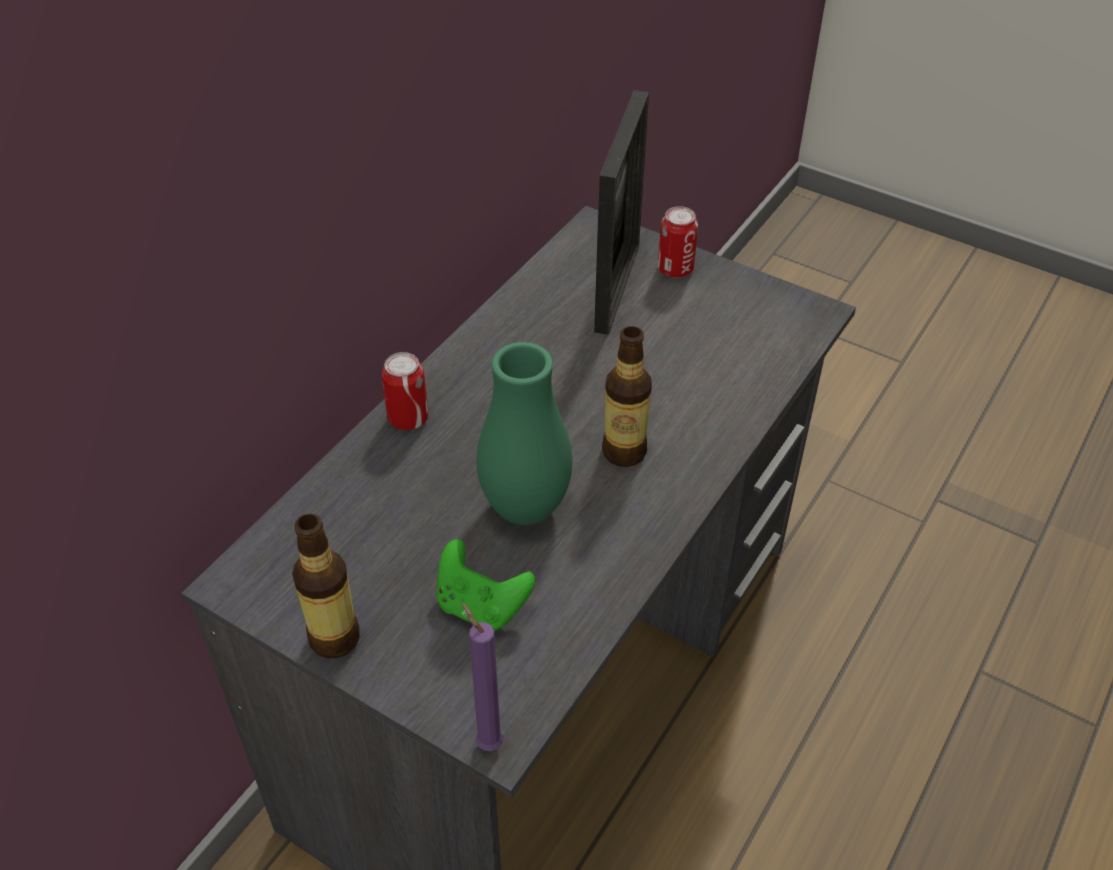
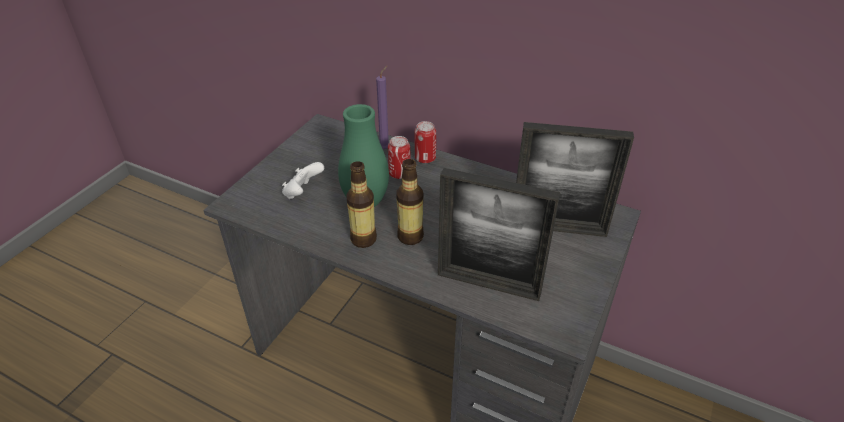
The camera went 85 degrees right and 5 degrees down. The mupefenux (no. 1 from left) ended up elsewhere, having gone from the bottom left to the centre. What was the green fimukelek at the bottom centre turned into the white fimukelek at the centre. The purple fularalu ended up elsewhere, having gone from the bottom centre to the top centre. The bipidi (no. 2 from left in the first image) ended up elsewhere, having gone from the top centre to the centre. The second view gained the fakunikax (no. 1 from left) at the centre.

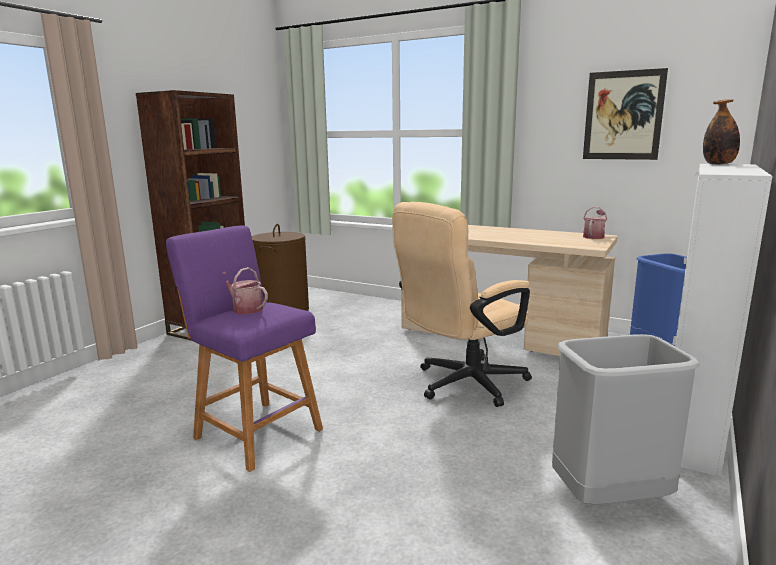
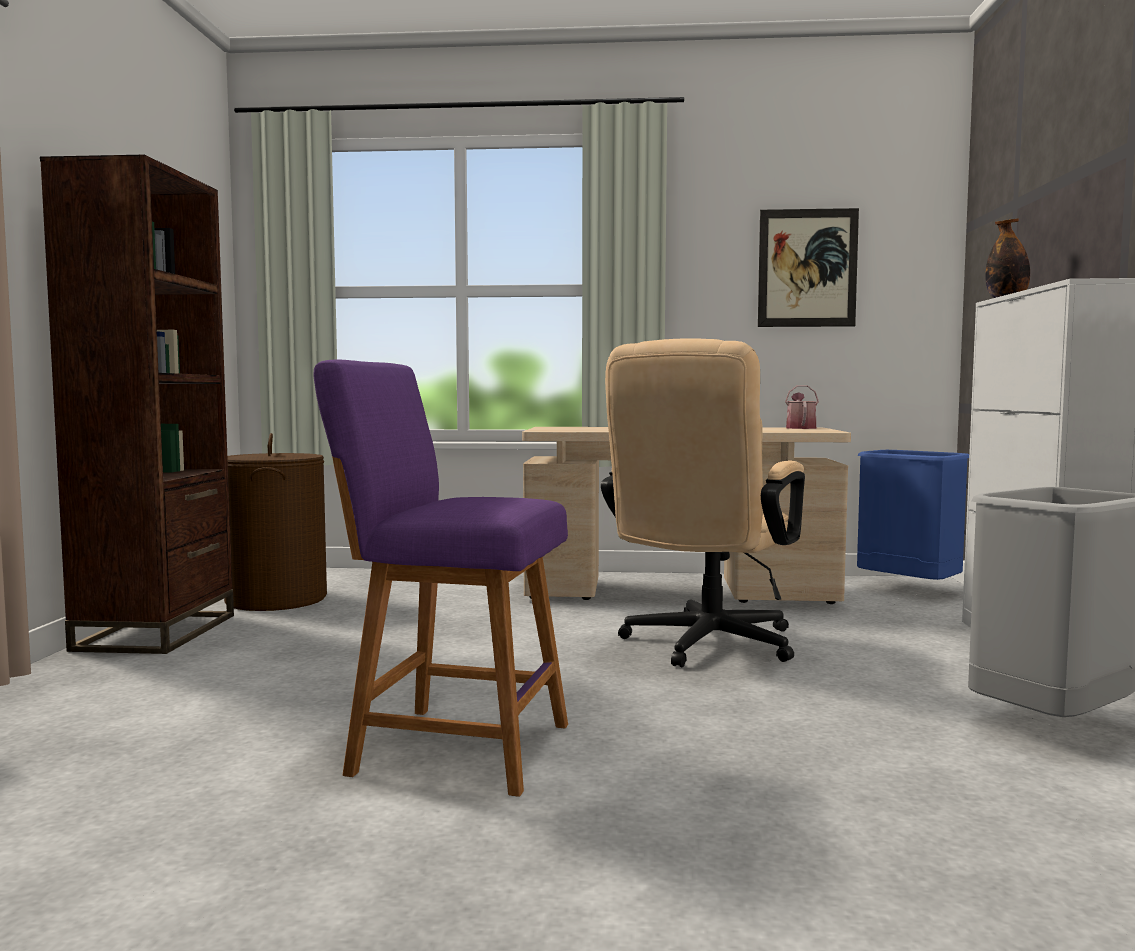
The camera went 25 degrees left and 10 degrees down. The second view lost the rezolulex (no. 1 from left) at the middle left.

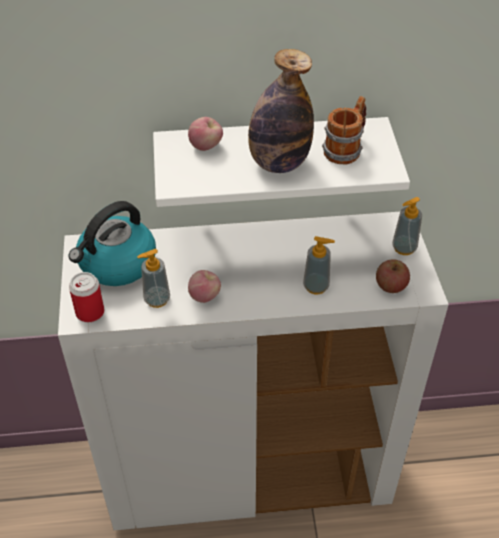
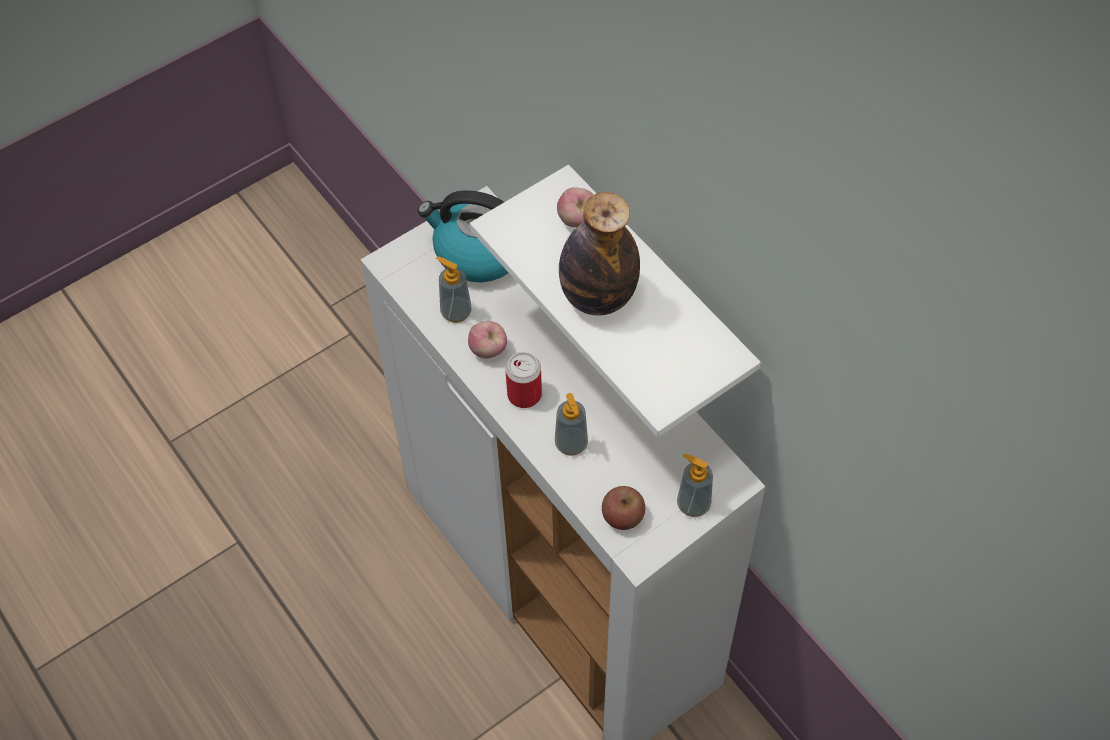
The camera went 60 degrees right and 10 degrees up. The bipidi ended up elsewhere, having gone from the middle left to the centre. The second view lost the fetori at the top right.

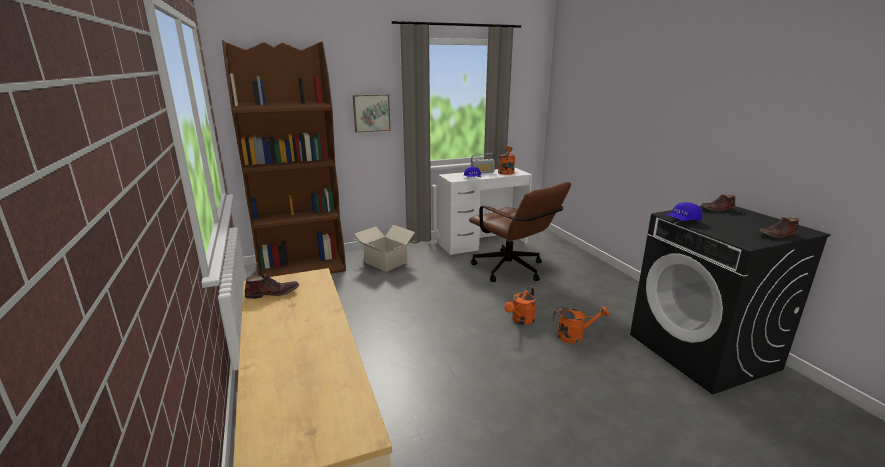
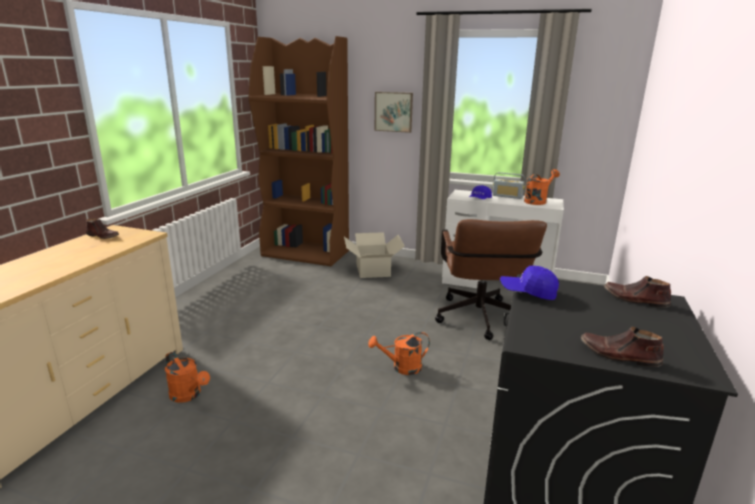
The camera went 40 degrees right and 0 degrees up. The orange rezolulex (no. 3 from left in the first image) ended up elsewhere, having gone from the bottom centre to the bottom left.

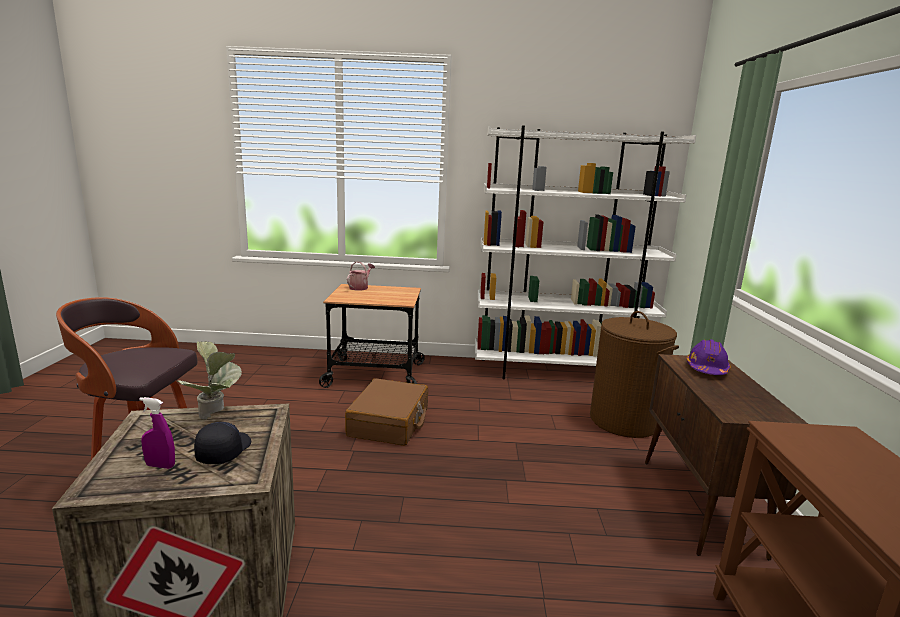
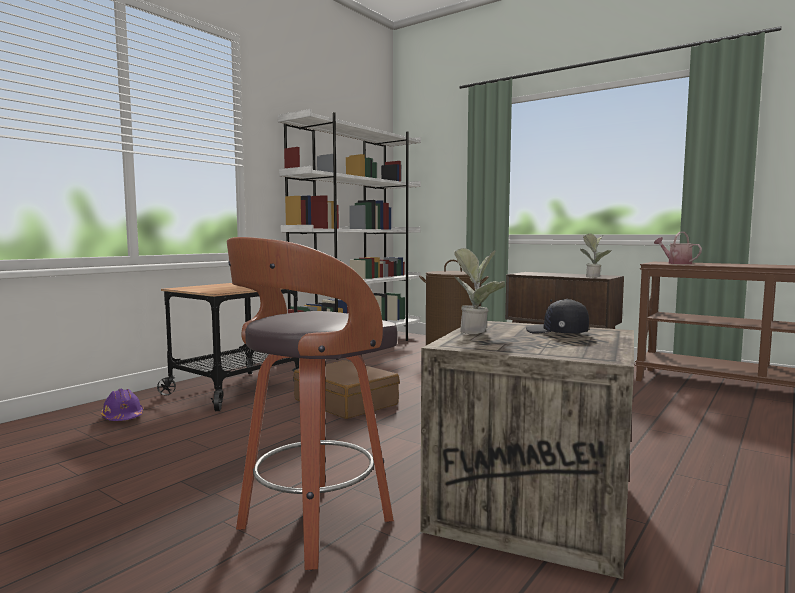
The camera went 55 degrees left and 10 degrees down. The second view lost the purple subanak at the bottom left. The rezolulex ended up elsewhere, having gone from the centre to the middle right. The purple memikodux ended up elsewhere, having gone from the middle right to the bottom left. The second view gained the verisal (no. 2 from left) at the middle right.

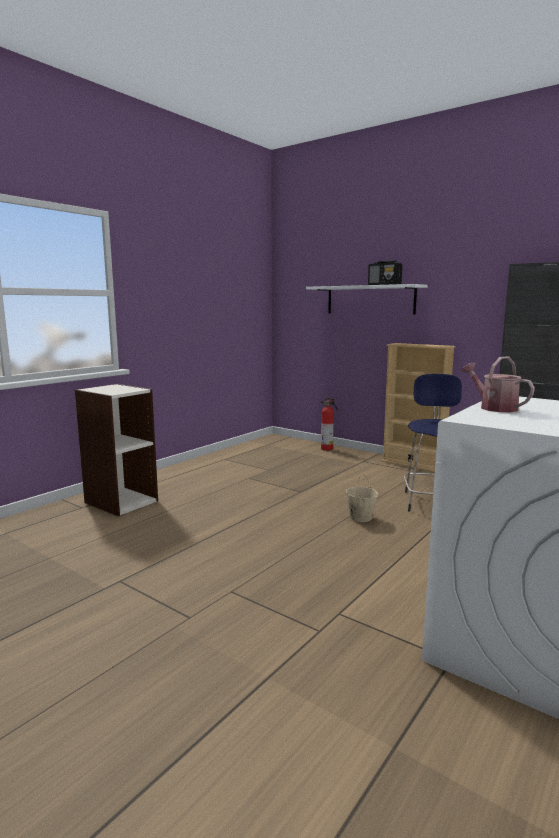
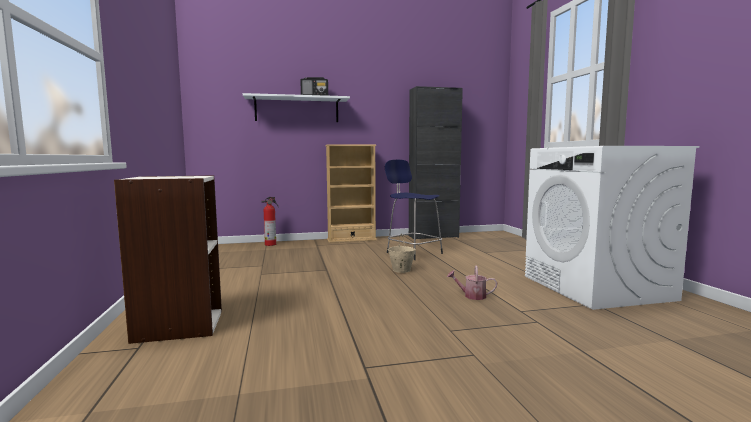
The camera went 50 degrees left and 5 degrees down. The rezolulex ended up elsewhere, having gone from the middle right to the bottom centre.

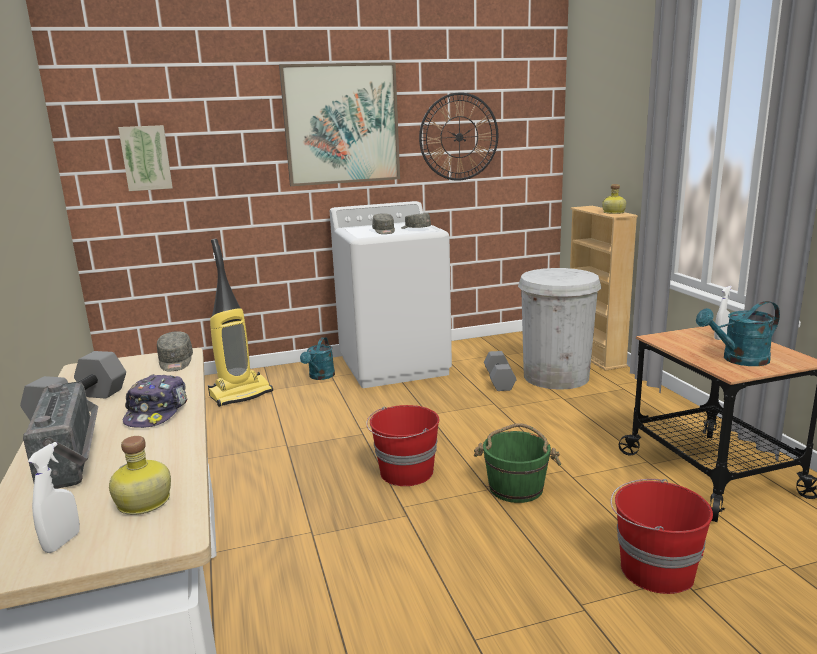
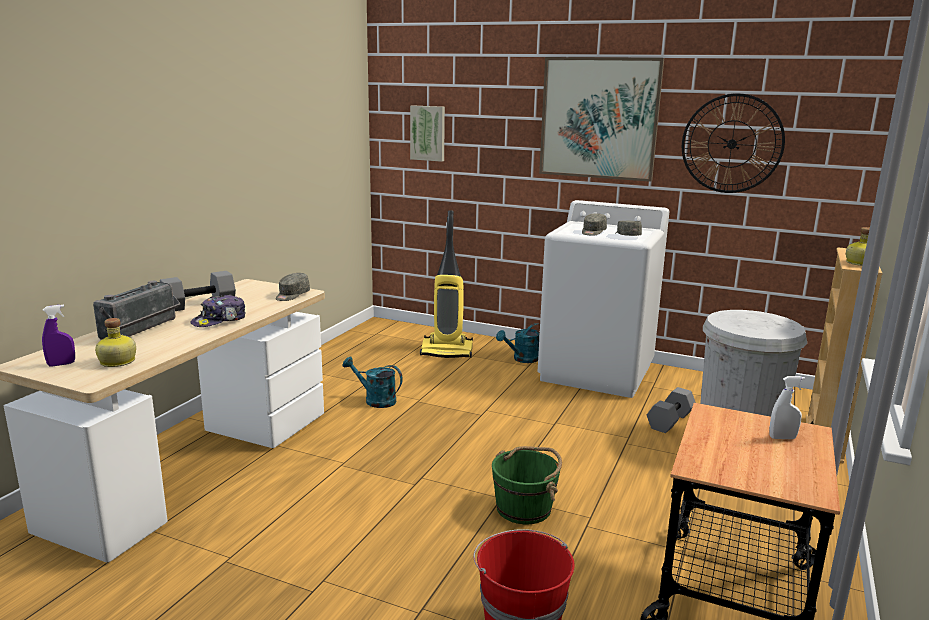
The camera went 40 degrees right and 0 degrees up. What was the white subanak (no. 1 from left) at the bottom left turned into the purple subanak at the middle left. The second view lost the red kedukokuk (no. 1 from left) at the bottom centre. The turquoise rezolulex (no. 2 from left in the first image) ended up elsewhere, having gone from the middle right to the centre.

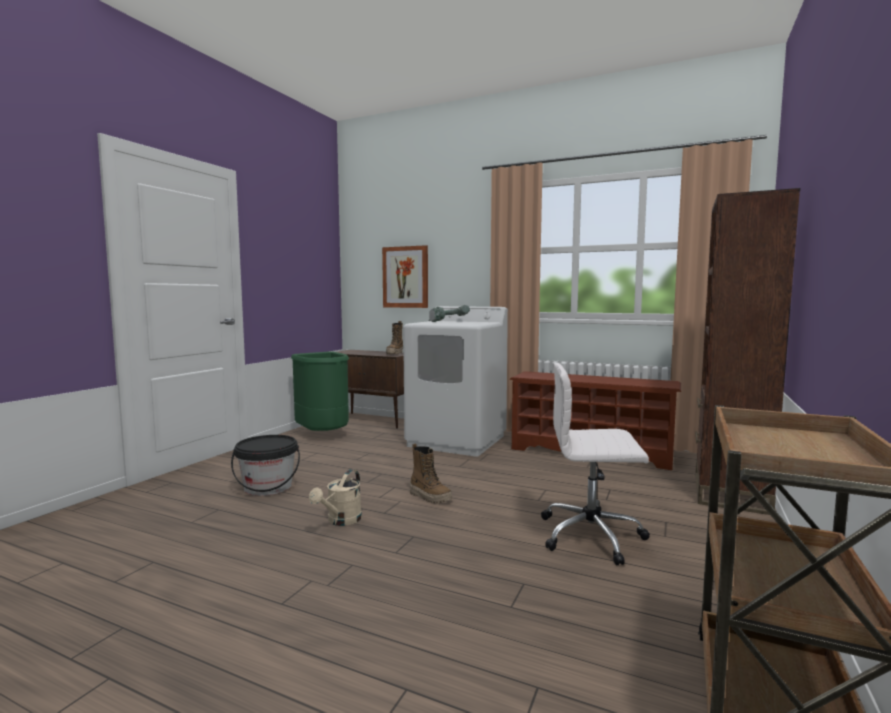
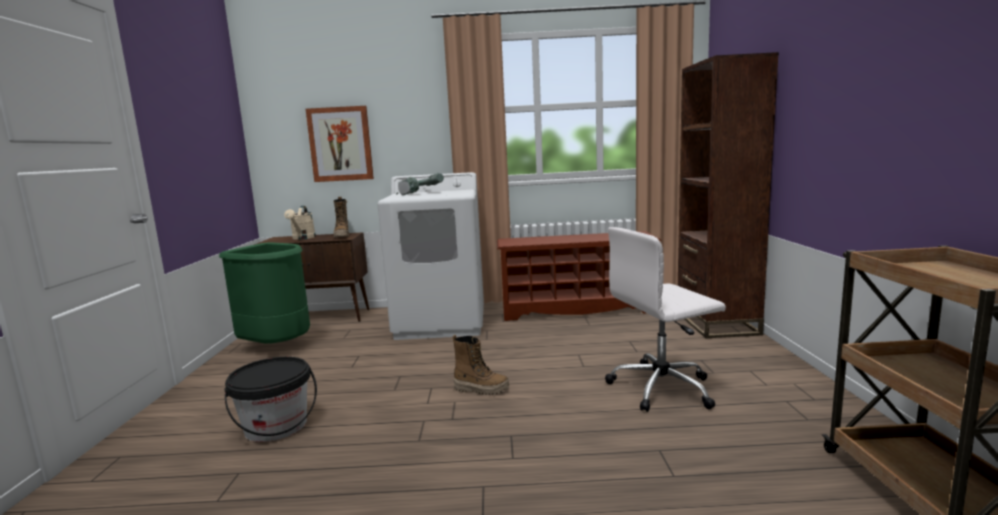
The camera went 25 degrees left and 5 degrees up. The beige rezolulex ended up elsewhere, having gone from the bottom centre to the middle left.

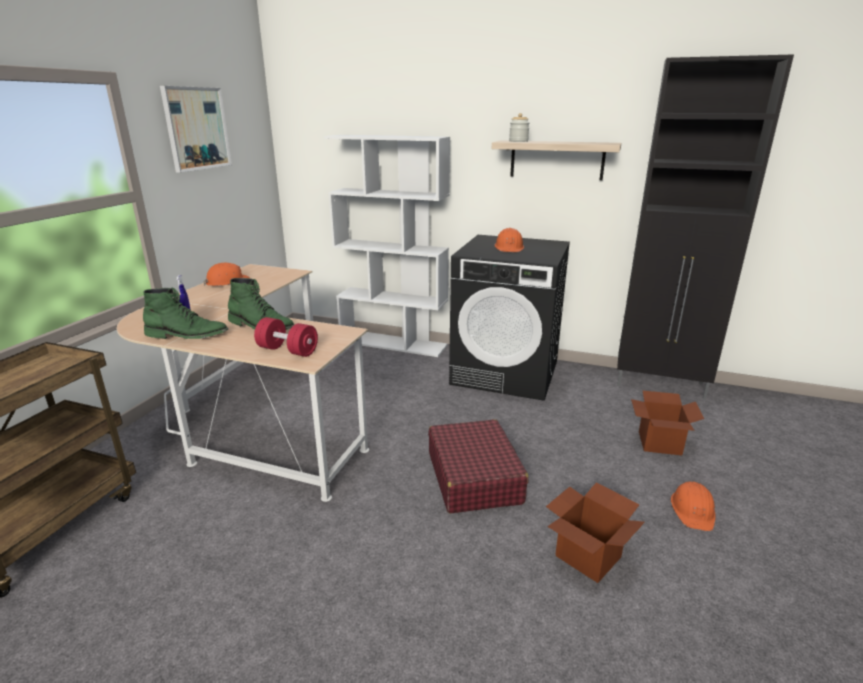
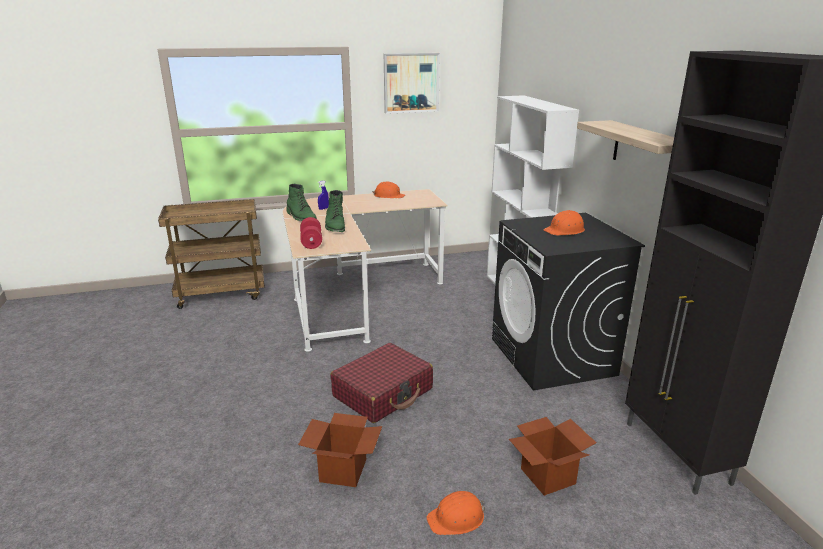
The camera went 55 degrees right and 0 degrees up. The second view lost the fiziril at the top centre.

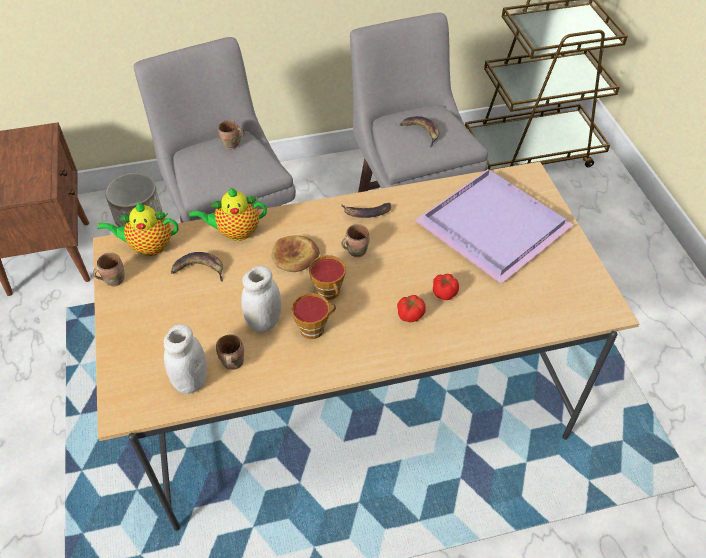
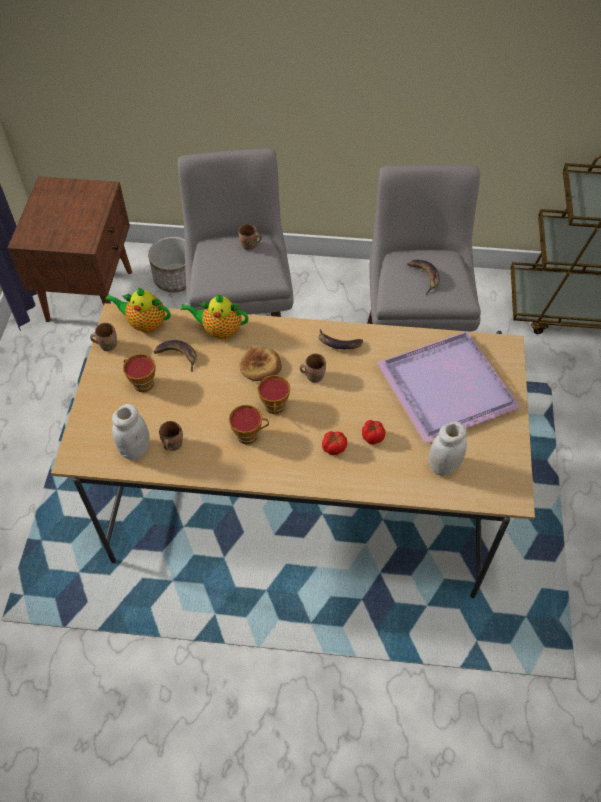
The camera went 20 degrees right and 5 degrees up. The white fiziril (no. 2 from left) ended up elsewhere, having gone from the centre to the middle right. The second view gained the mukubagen (no. 1 from left) at the middle left.

